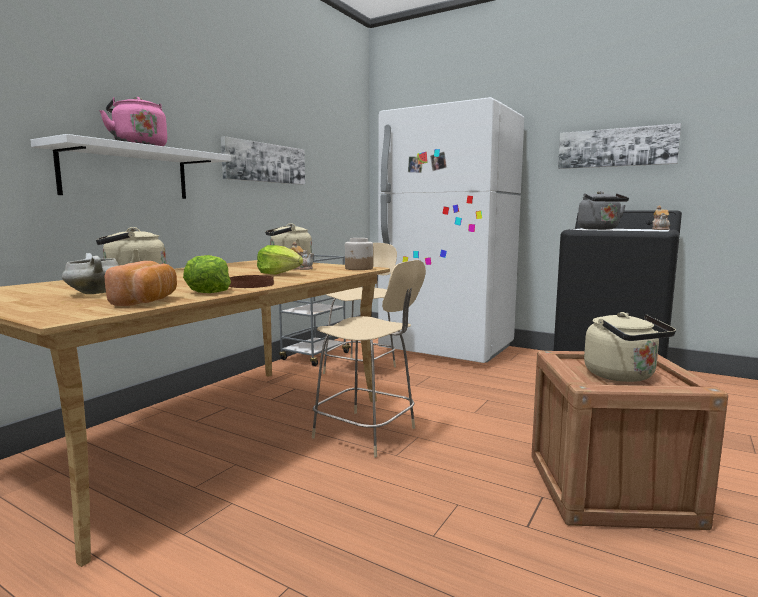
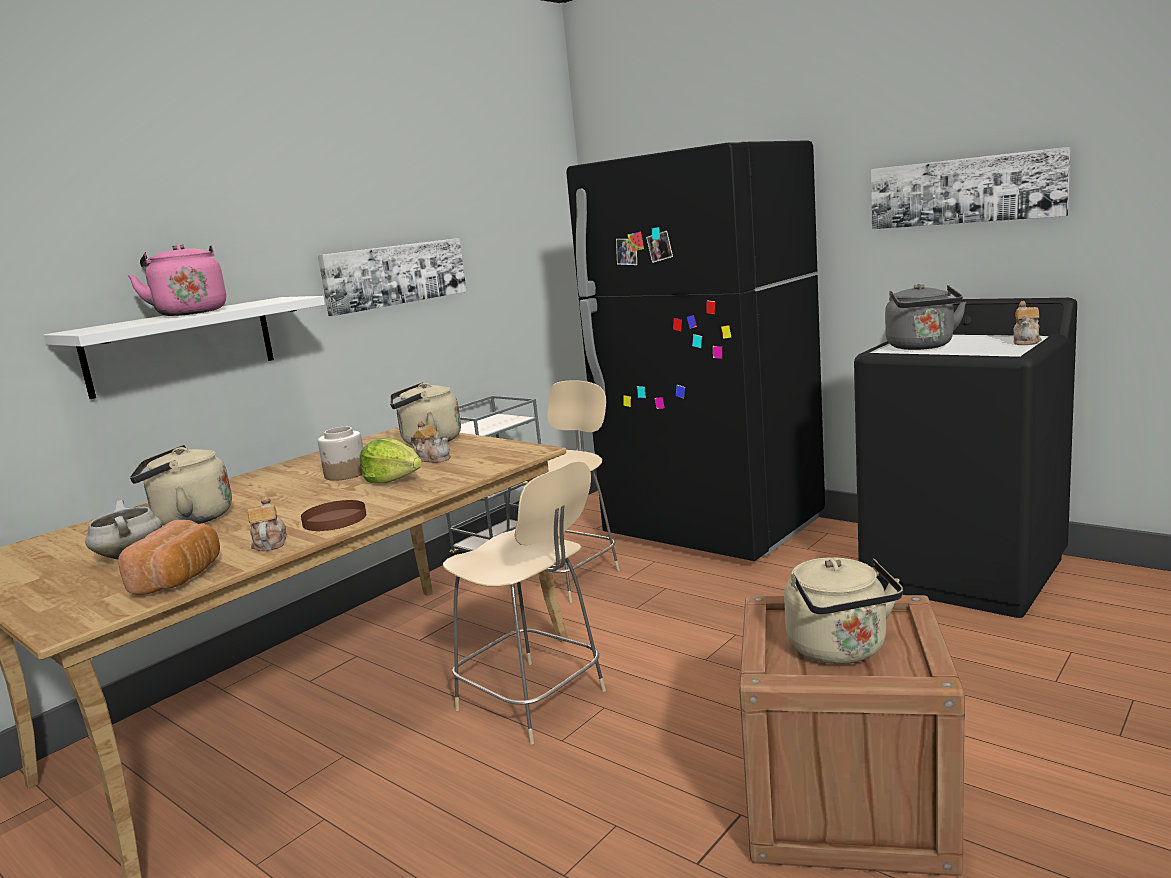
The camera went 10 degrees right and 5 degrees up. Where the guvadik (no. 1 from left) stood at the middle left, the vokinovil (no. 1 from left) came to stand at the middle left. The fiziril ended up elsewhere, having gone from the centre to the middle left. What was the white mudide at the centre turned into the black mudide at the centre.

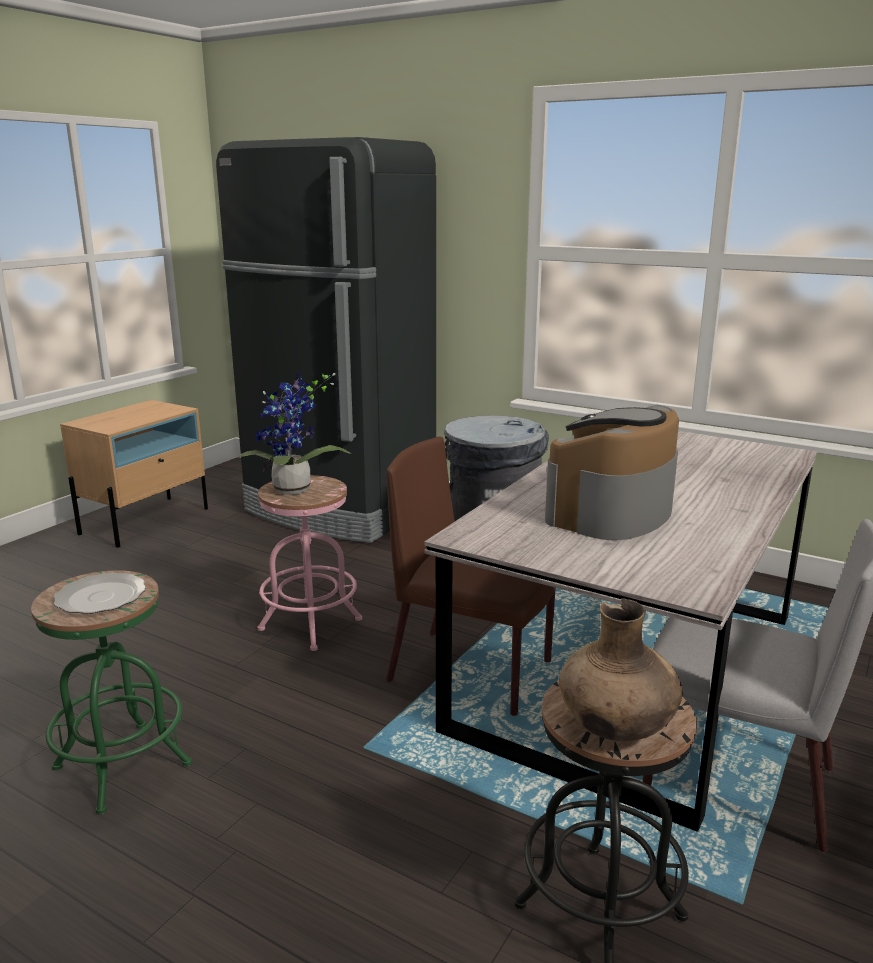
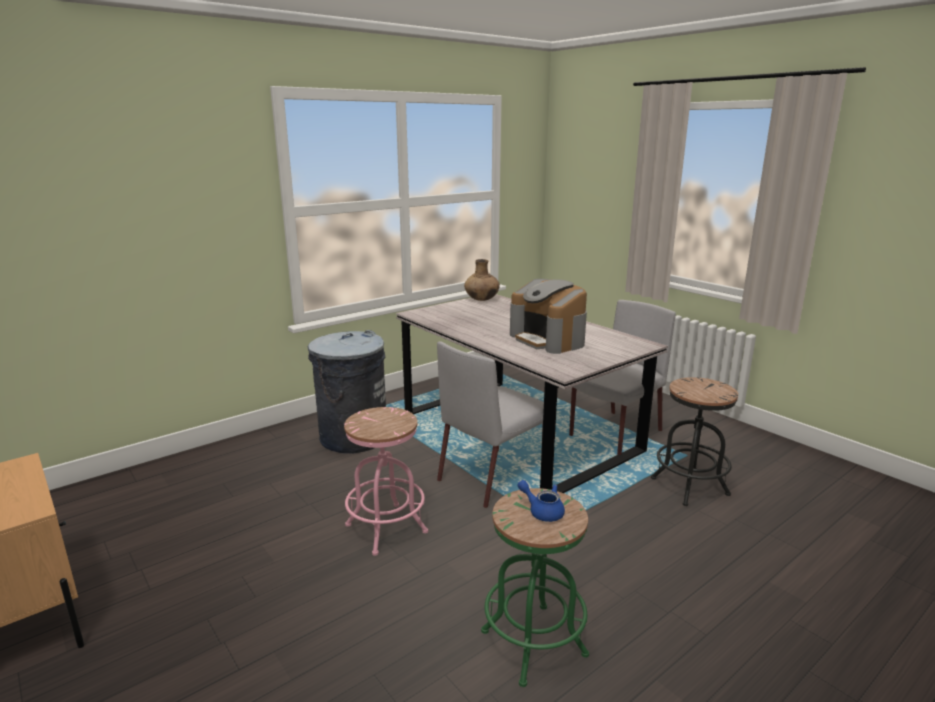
The camera went 70 degrees left and 0 degrees up. Where the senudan stood at the middle left, the blue vokinovil came to stand at the bottom centre. The second view lost the black mudide at the centre. The second view lost the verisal at the centre. What was the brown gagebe at the centre turned into the grey gagebe (no. 1 from left) at the centre. The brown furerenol ended up elsewhere, having gone from the bottom right to the centre.

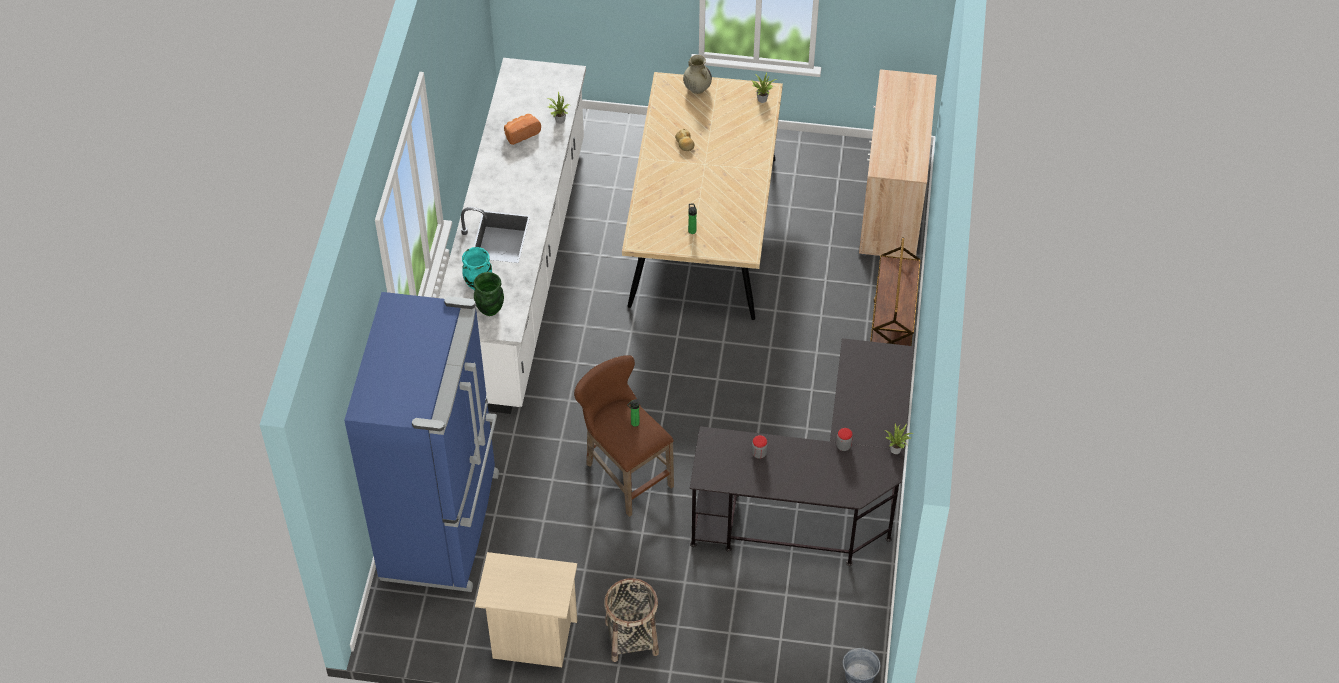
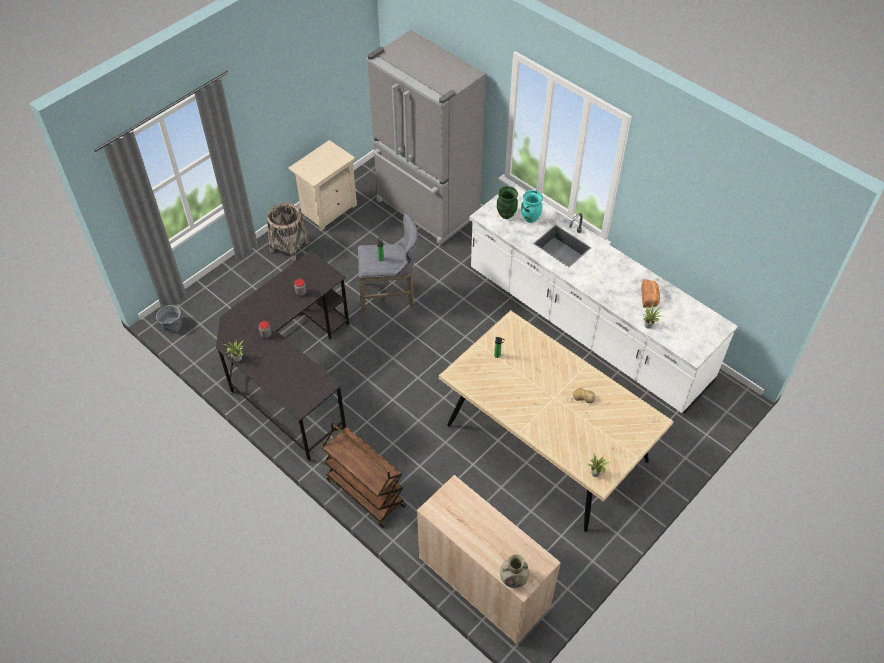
The camera went 125 degrees right and 0 degrees up. What was the blue mudide at the middle left turned into the grey mudide at the top centre. What was the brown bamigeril at the centre turned into the grey bamigeril at the centre. The beige furerenol ended up elsewhere, having gone from the top centre to the bottom centre.

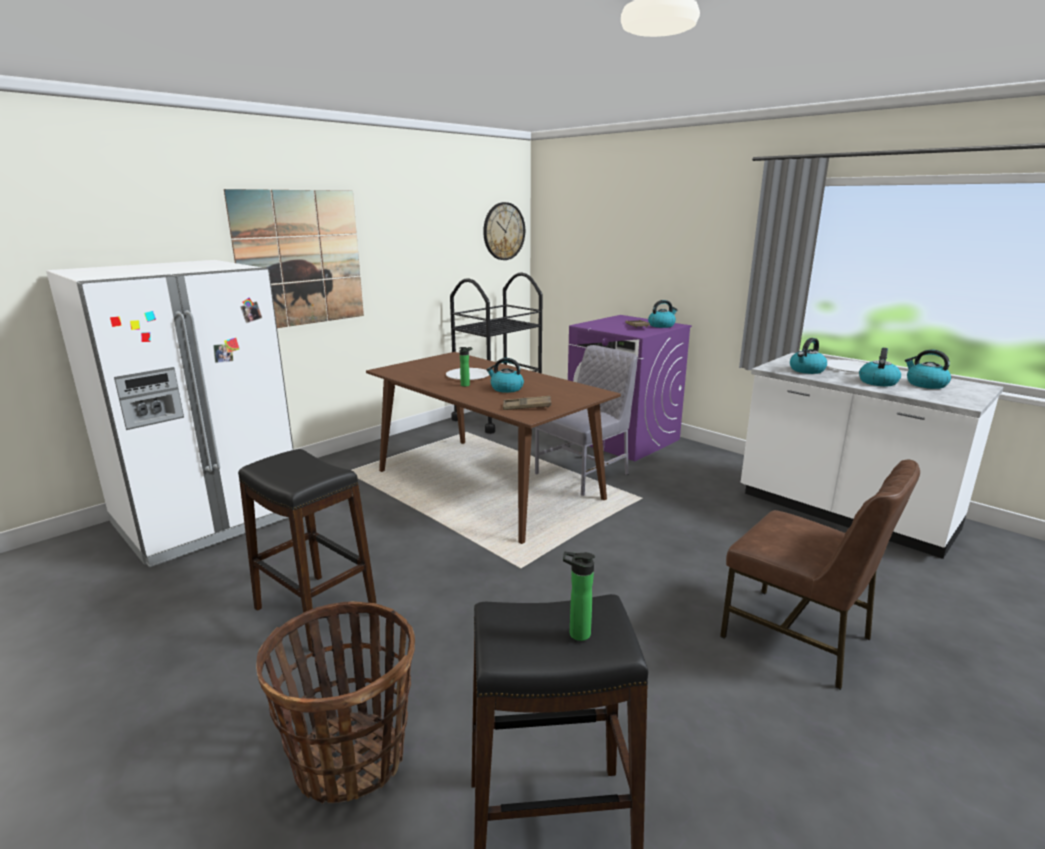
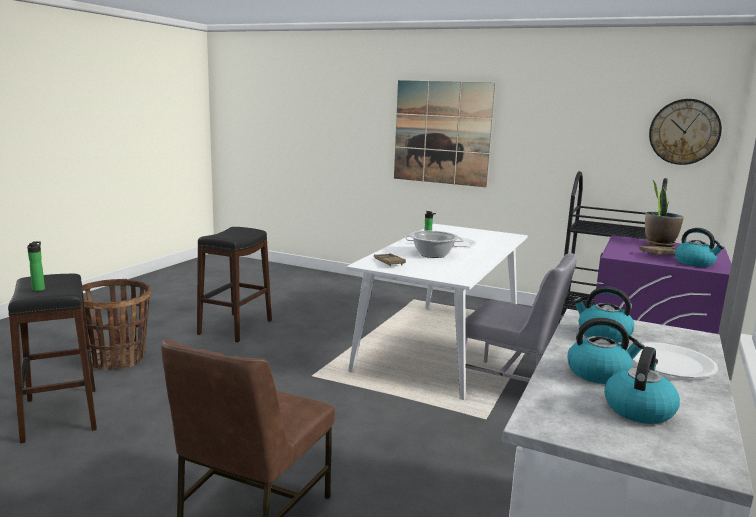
The camera went 70 degrees right and 5 degrees down. The second view lost the white mudide at the middle left. What was the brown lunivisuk at the centre turned into the white lunivisuk at the centre. Where the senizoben (no. 1 from left) stood at the centre, the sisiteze came to stand at the centre. The second view gained the verisal at the middle right.

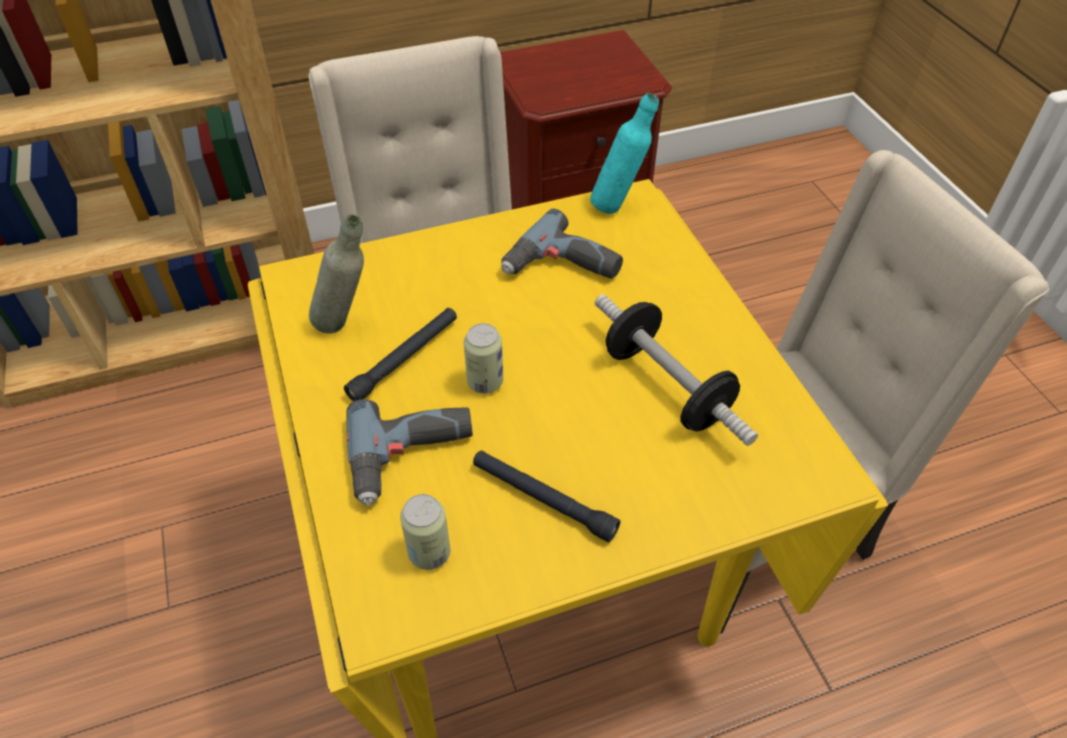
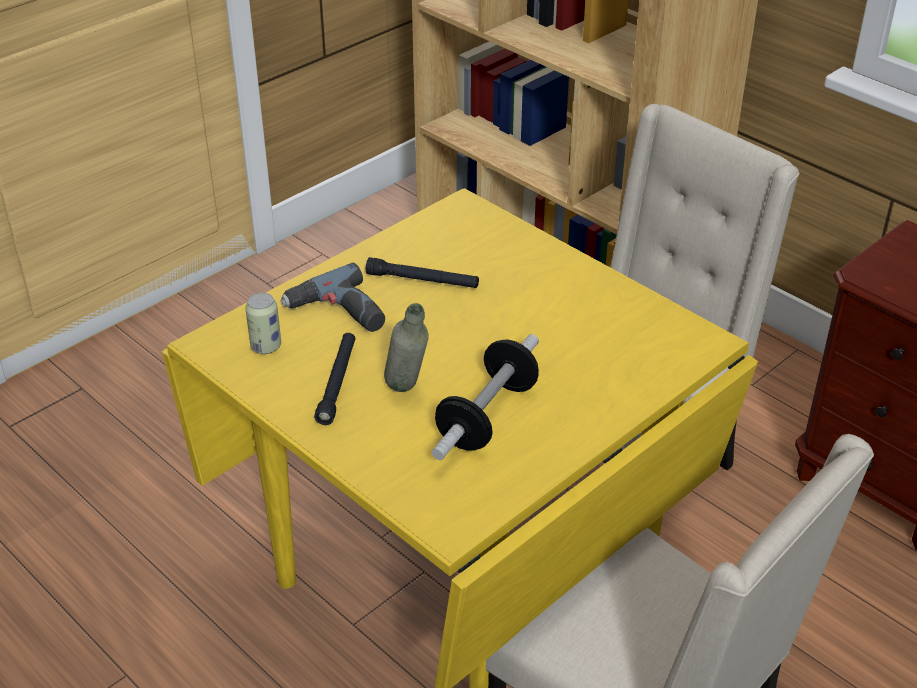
The camera went 65 degrees right and 10 degrees down. The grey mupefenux ended up elsewhere, having gone from the middle left to the centre. The second view lost the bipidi (no. 2 from left) at the centre. The second view lost the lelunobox (no. 2 from left) at the top centre. The second view lost the turquoise mupefenux at the top centre.

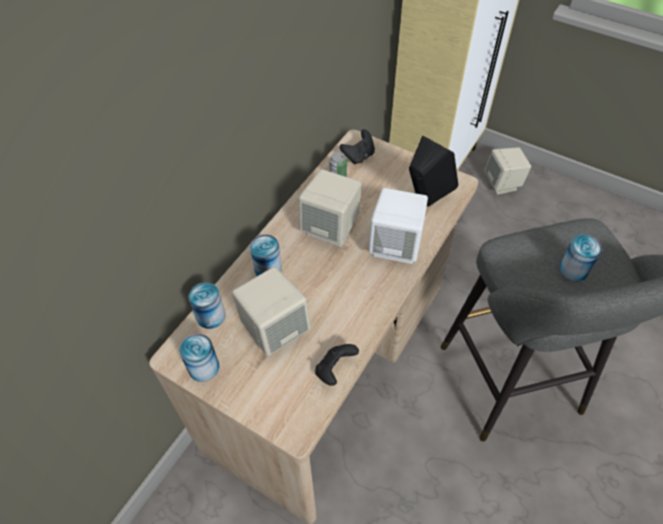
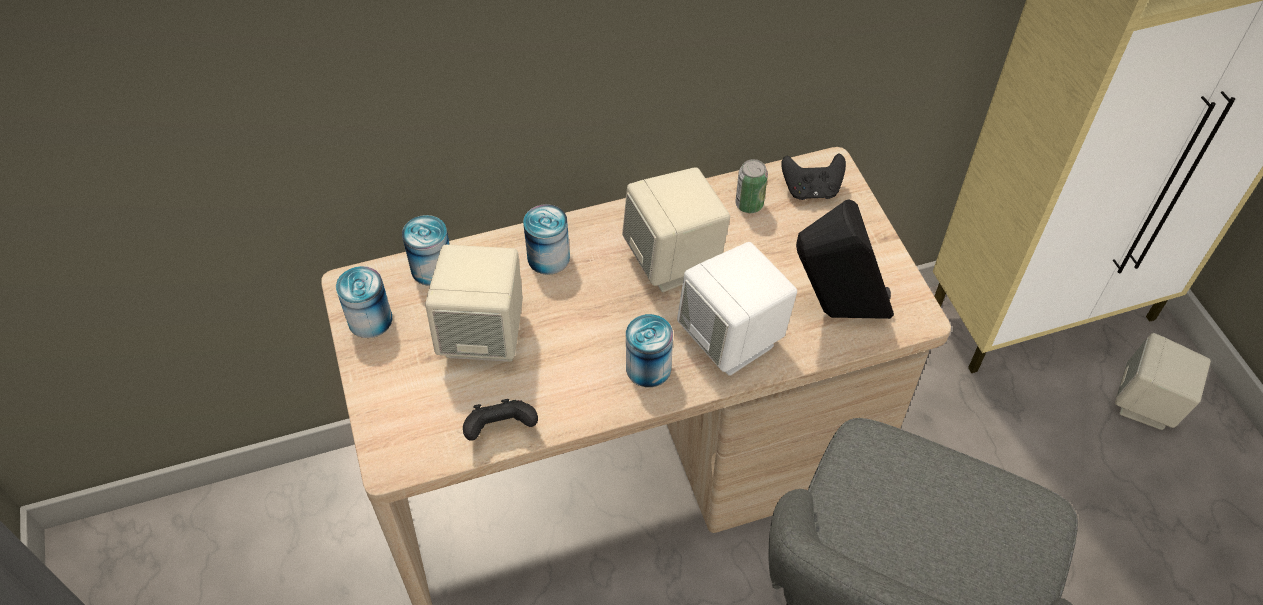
The camera went 40 degrees right and 0 degrees up. The bipidi (no. 5 from left in the first image) ended up elsewhere, having gone from the middle right to the centre.

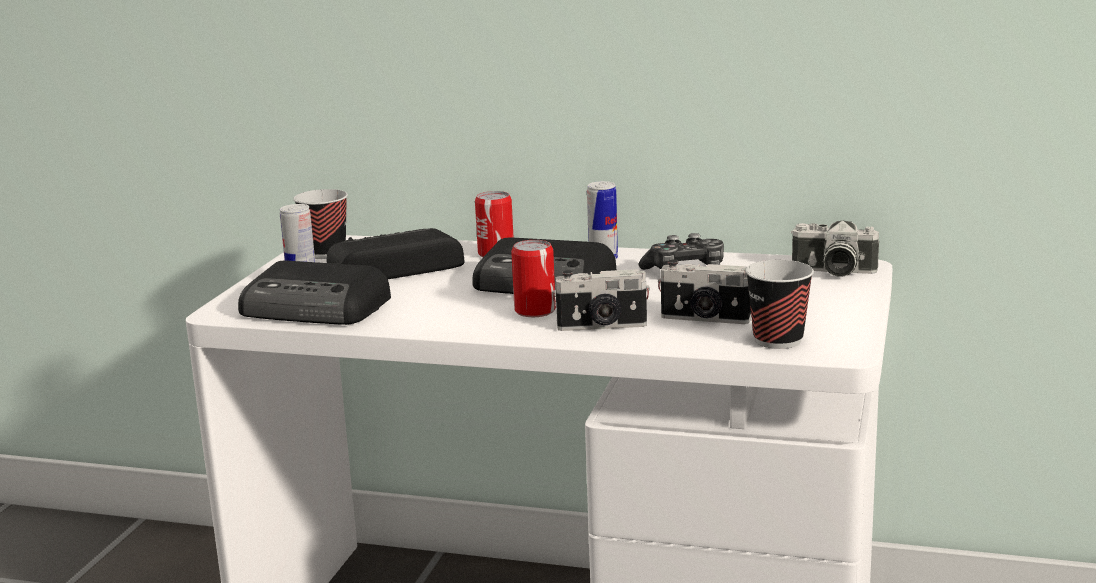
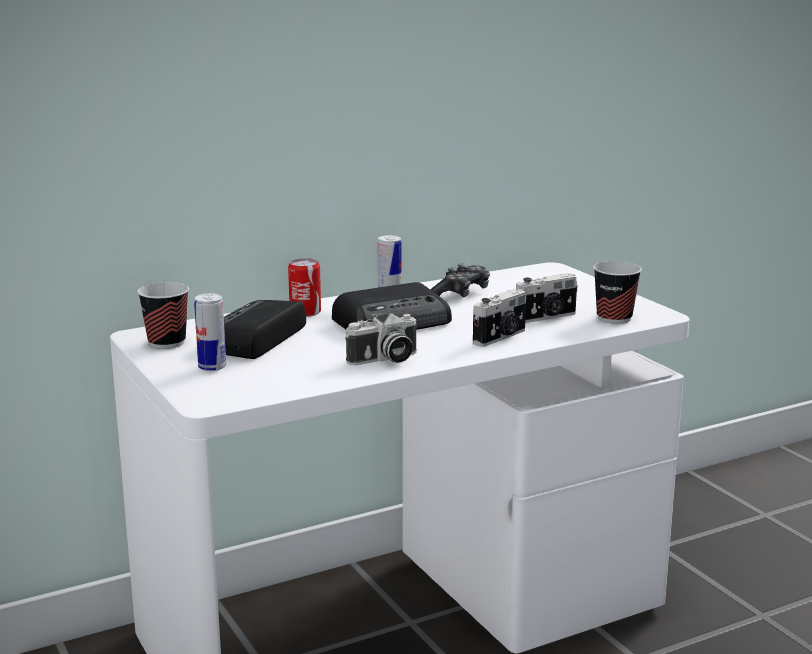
The camera went 45 degrees left and 0 degrees up. The second view lost the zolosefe (no. 1 from left) at the middle left. The second view lost the bipidi (no. 3 from left) at the centre. The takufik (no. 3 from left in the first image) ended up elsewhere, having gone from the middle right to the centre.

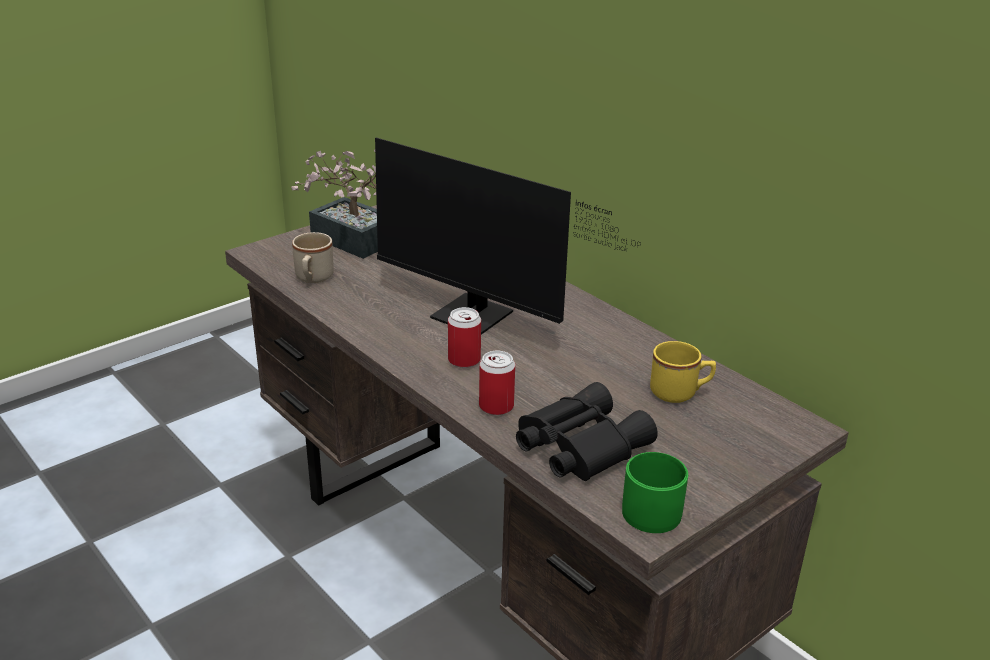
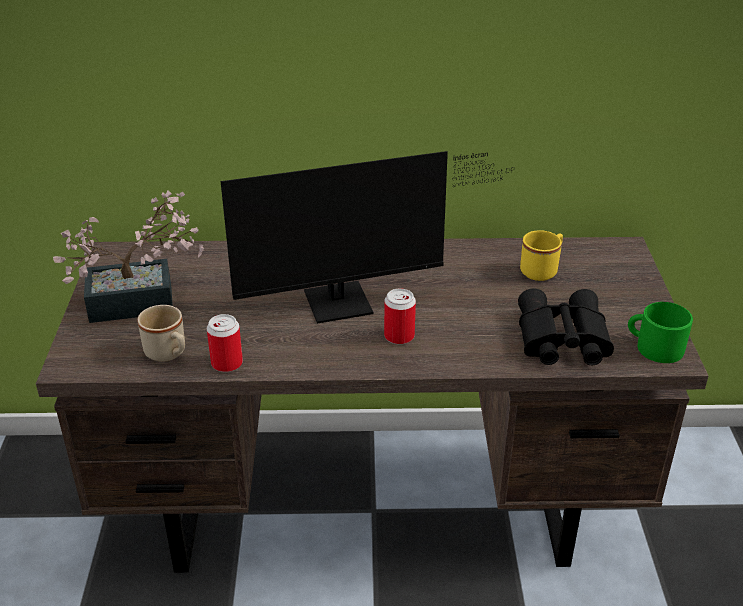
The camera went 50 degrees left and 5 degrees up. The bipidi (no. 2 from left in the first image) ended up elsewhere, having gone from the centre to the middle left.

